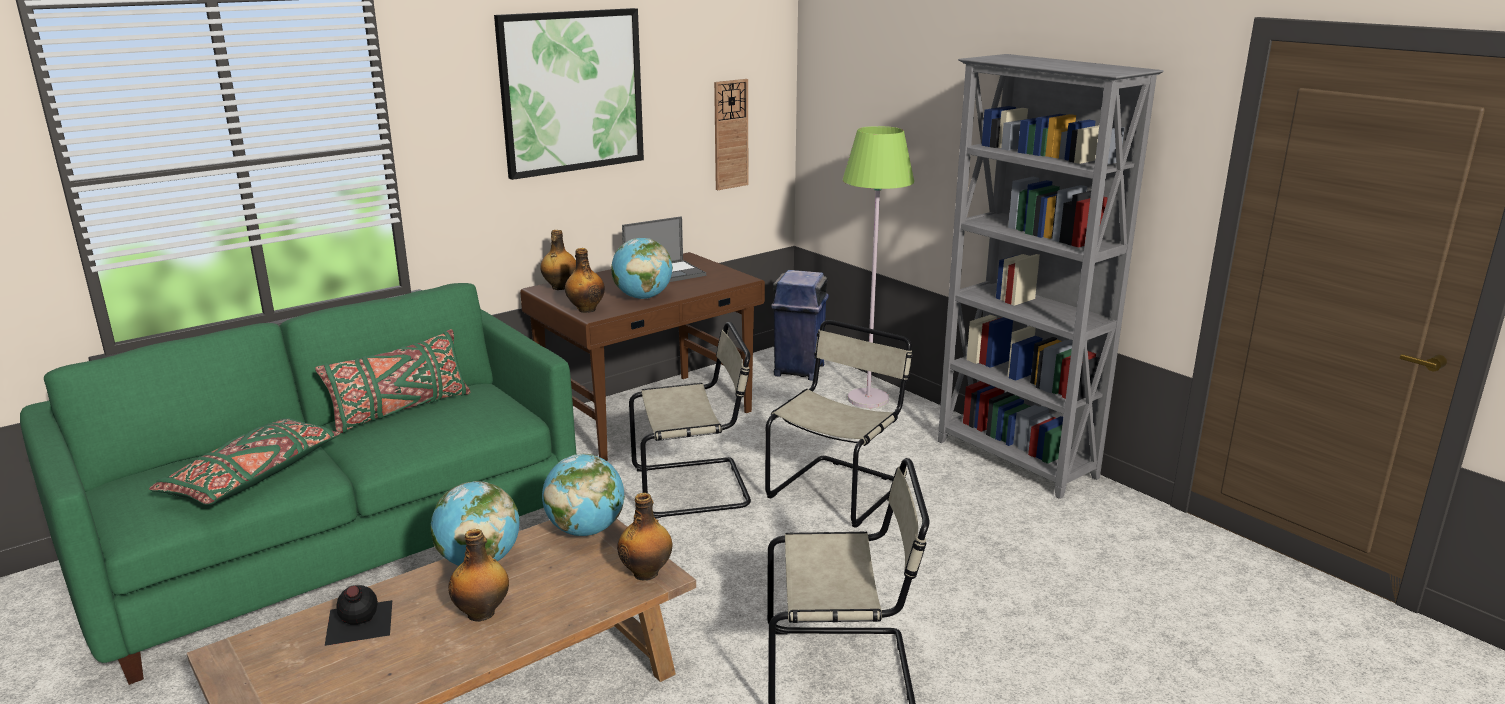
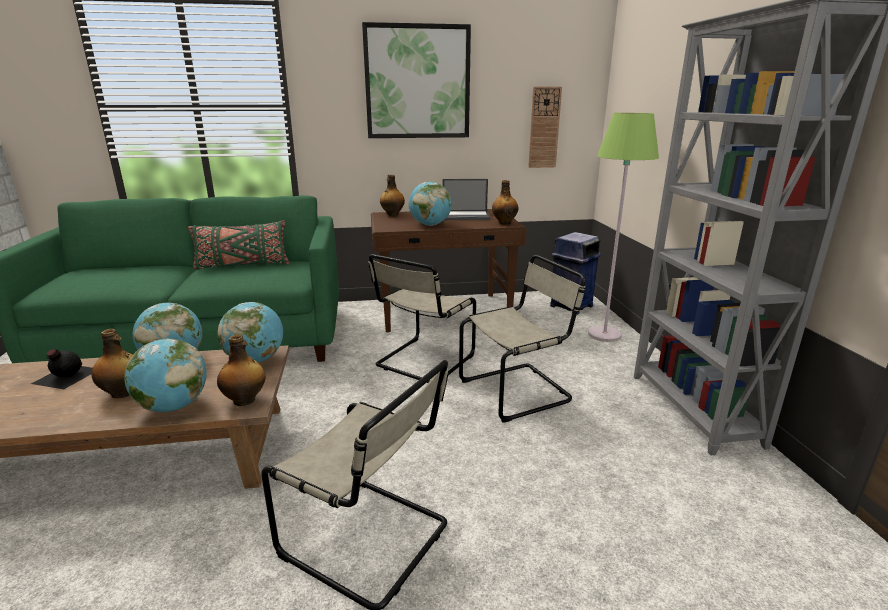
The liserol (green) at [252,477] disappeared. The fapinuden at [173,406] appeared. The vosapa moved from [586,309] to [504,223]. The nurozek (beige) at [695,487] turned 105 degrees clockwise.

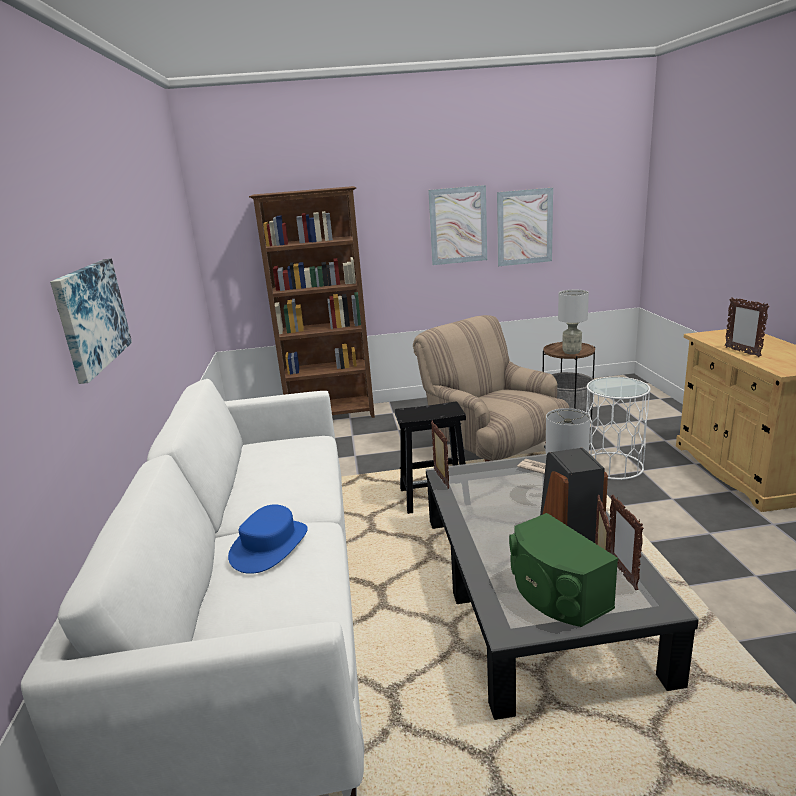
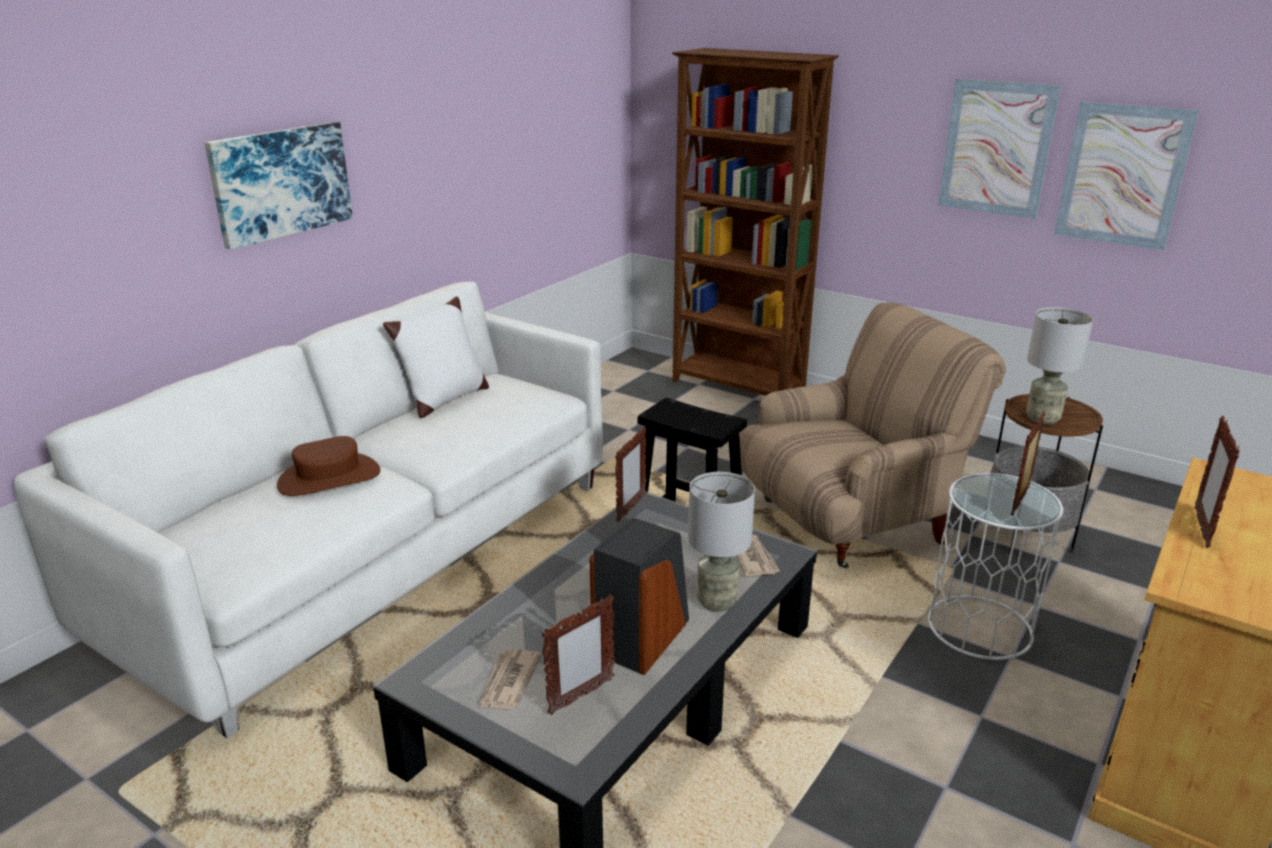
The liserol (white) at [443,400] appeared. The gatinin moved from [622,572] to [1020,501]. The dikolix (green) at [556,593] was replaced by the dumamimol at [508,682]. The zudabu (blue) at [270,546] became the zudabu (brown) at [329,478]. The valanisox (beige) at [492,451] turned 60 degrees clockwise.

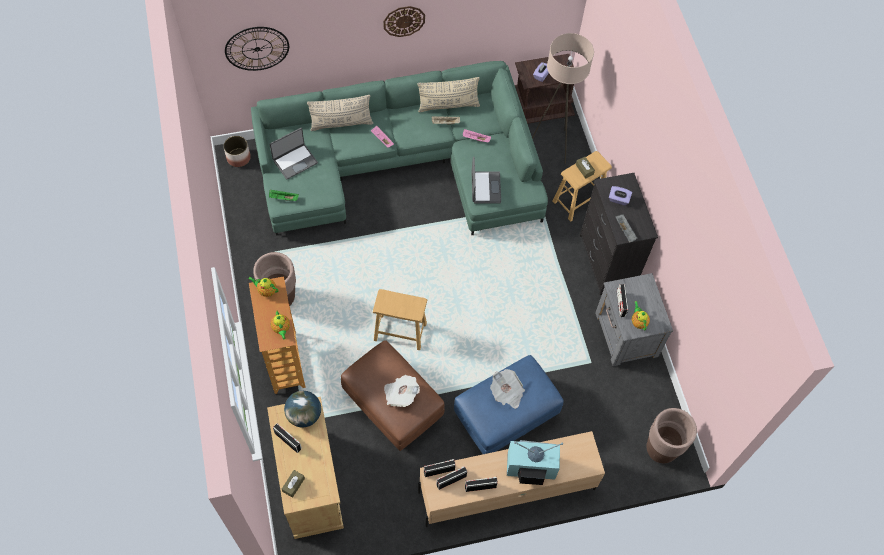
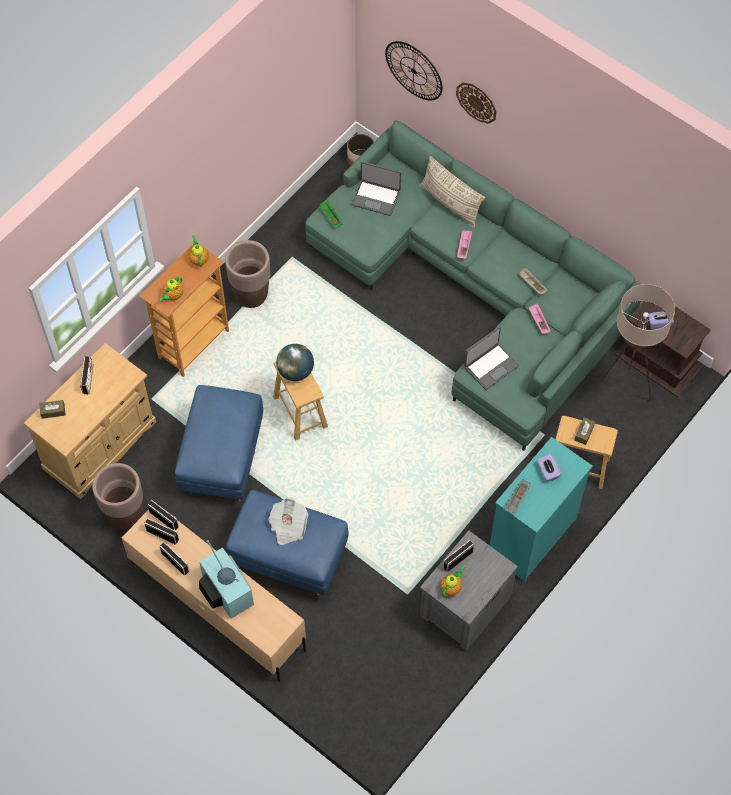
The dumamimol at [400,394] disappeared. The liserol (beige) at [448,105] disappeared. The fapinuden moved from [304,415] to [296,371]. The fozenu moved from [404,21] to [476,102]. The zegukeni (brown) moved from [661,449] to [125,515]. The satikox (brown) at [392,406] became the satikox (blue) at [222,457]. The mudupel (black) at [606,262] became the mudupel (turquoise) at [531,537].

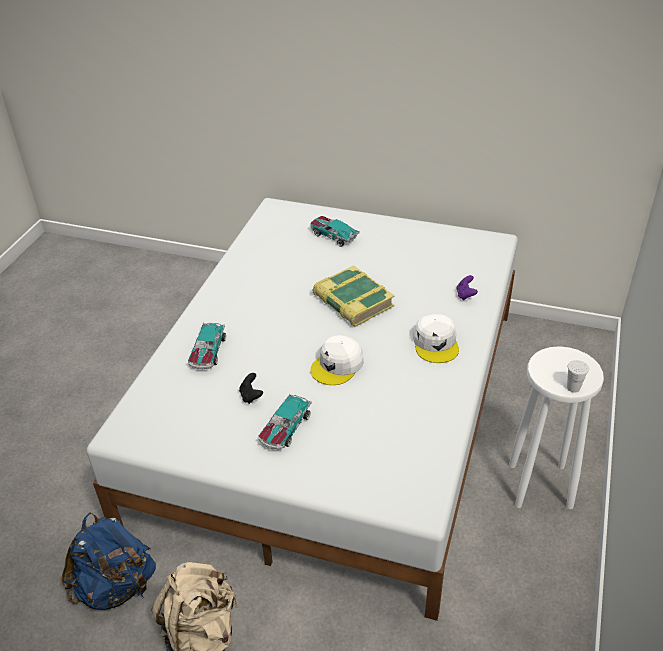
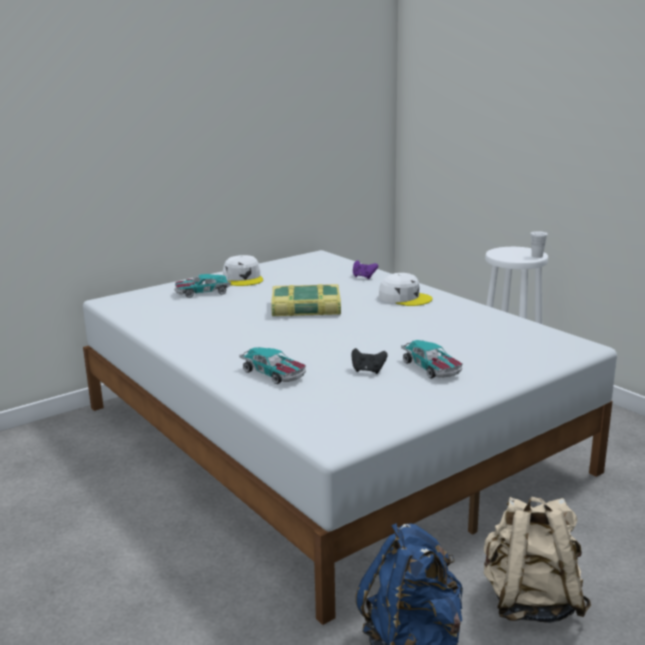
The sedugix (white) moved from [337,365] to [243,278].

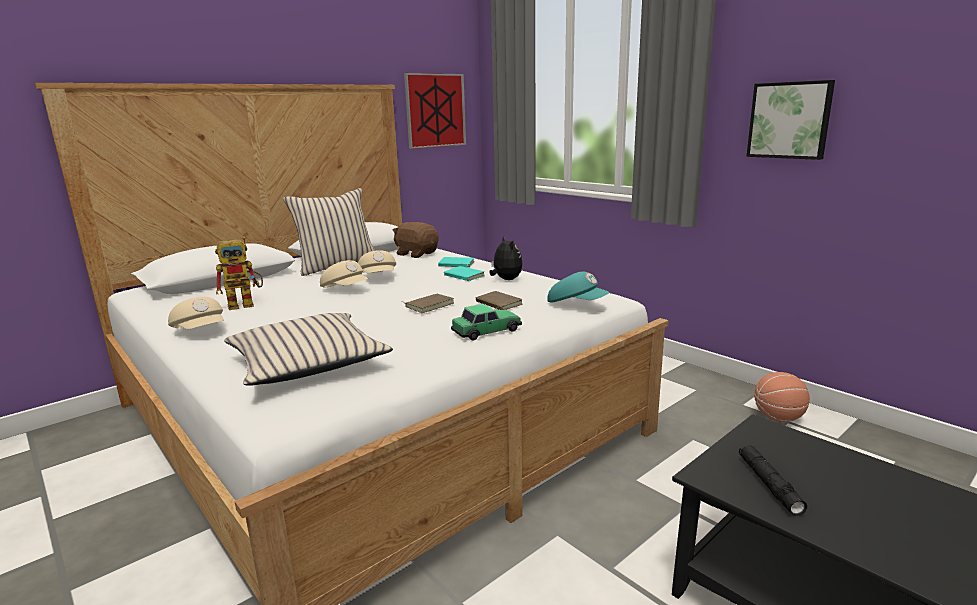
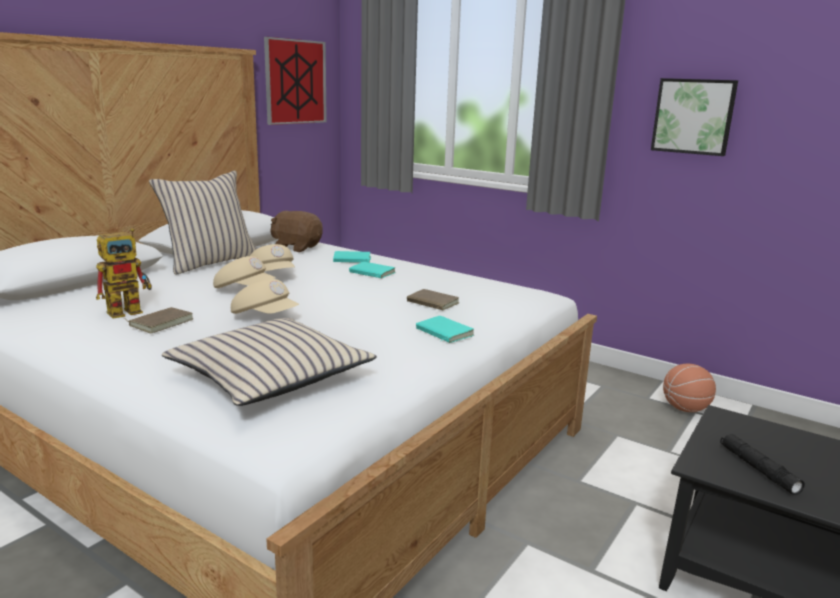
The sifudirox at [506,279] disappeared. The sedugix (turquoise) at [577,304] disappeared. The sedugix (beige) moved from [201,331] to [265,317]. The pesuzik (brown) moved from [429,305] to [160,322]. The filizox at [487,331] was replaced by the pesuzik (turquoise) at [443,333].

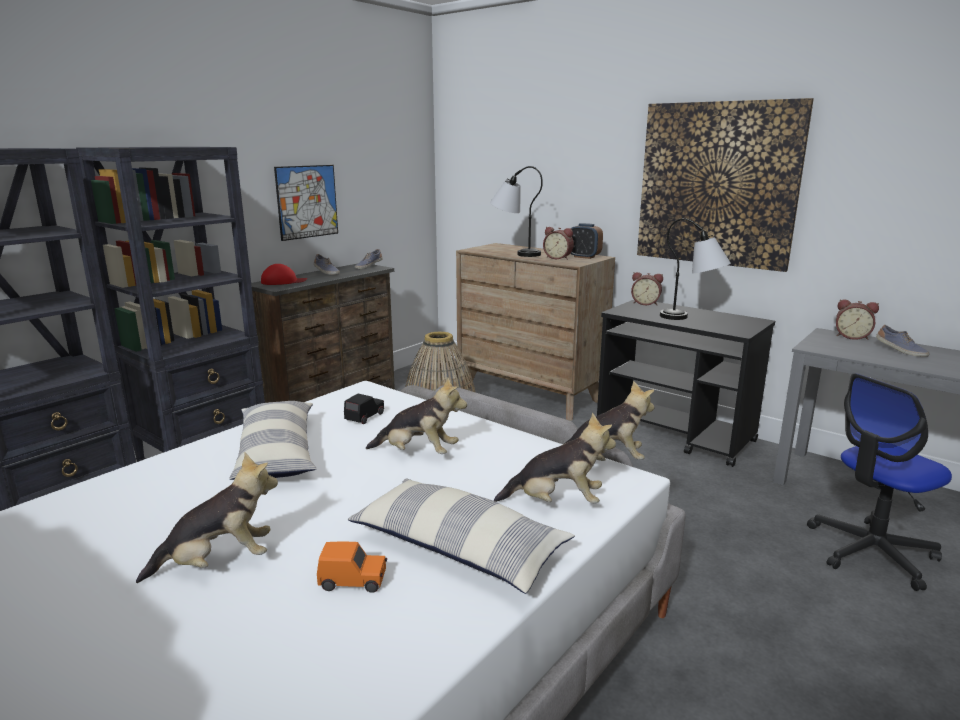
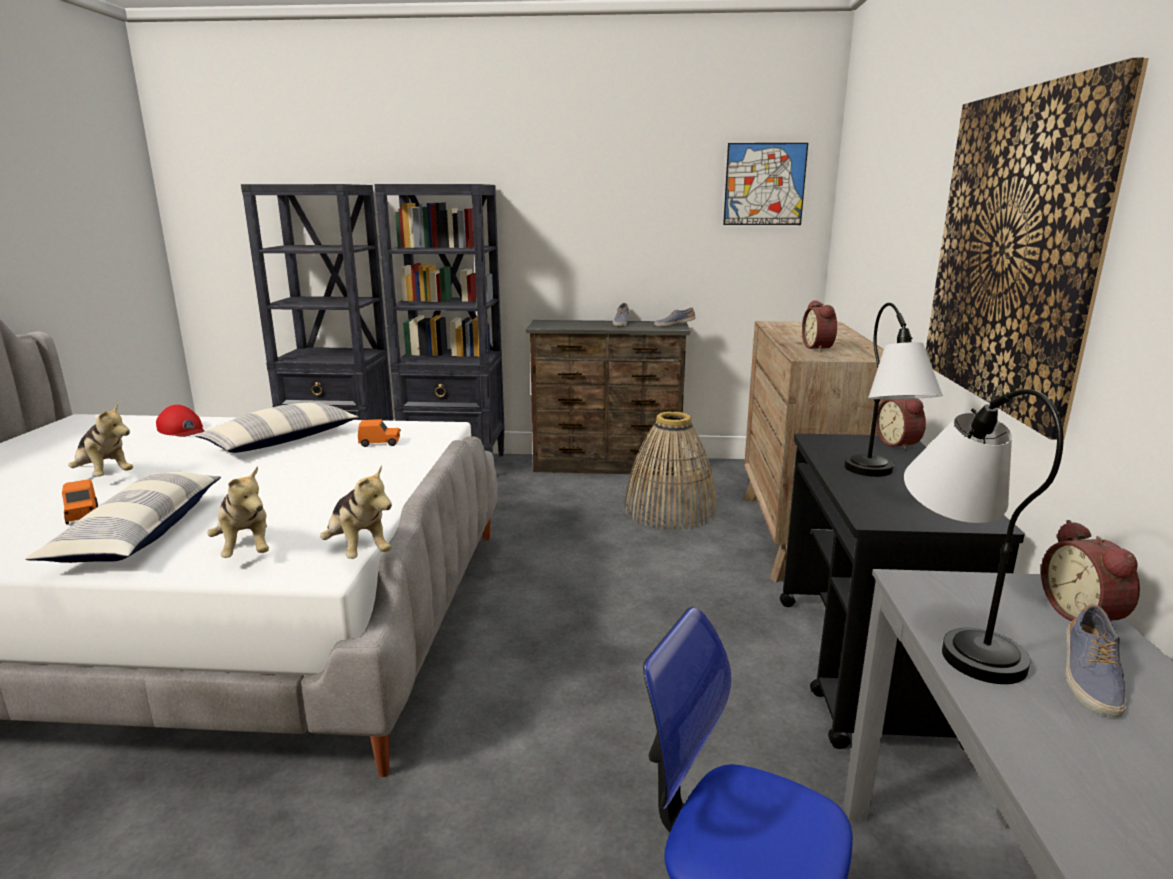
The sifudirox at [418,453] disappeared. The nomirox at [584,257] disappeared. The sedugix (red) moved from [283,281] to [182,429]. The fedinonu moved from [307,201] to [764,184]. The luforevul moved from [514,253] to [953,629]. The filizox (black) at [365,417] became the filizox (orange) at [380,443].

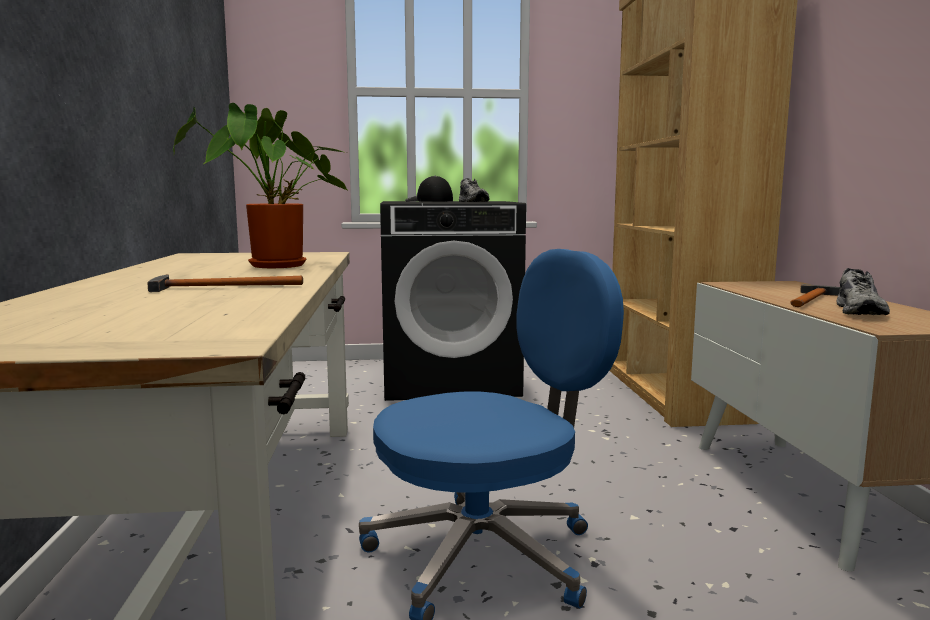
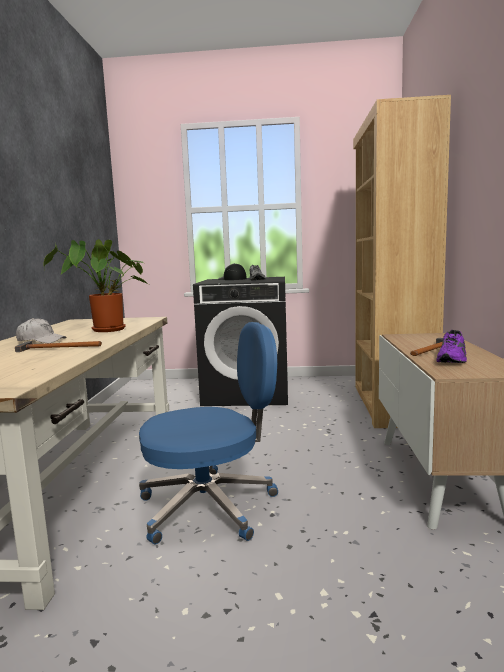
The sedugix (white) at [41,341] appeared. The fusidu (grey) at [862,311] became the fusidu (purple) at [453,359].

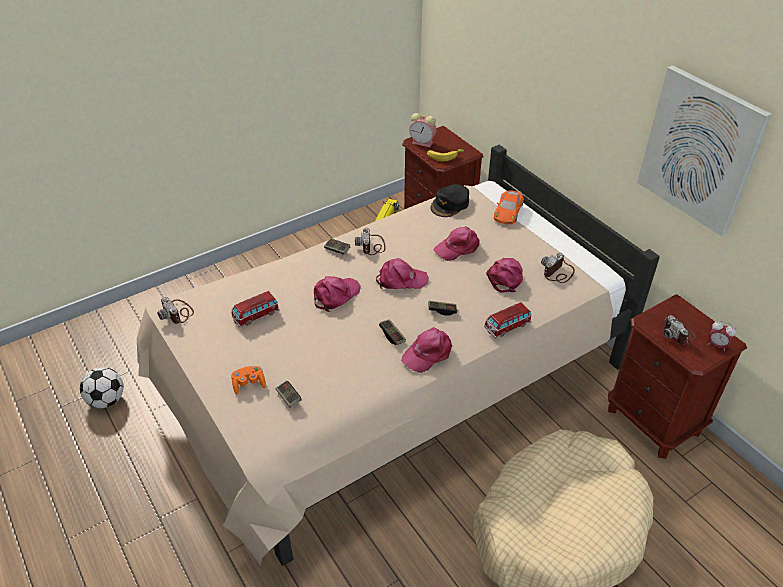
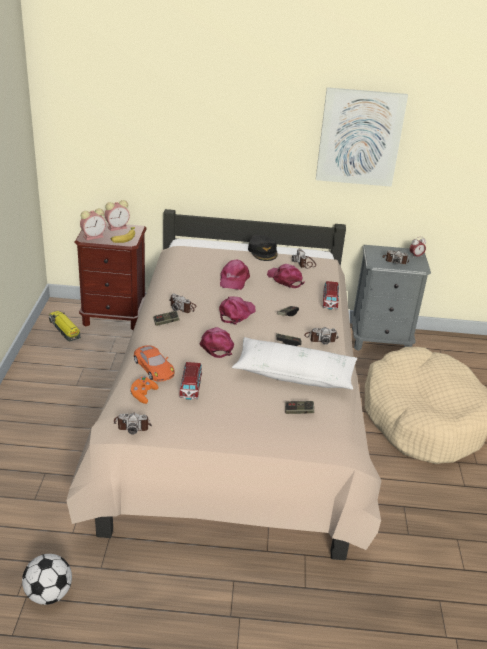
The nomirox at [118,227] appeared. The liserol (white) at [294,374] appeared. The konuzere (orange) moved from [249,384] to [143,395]. The sedugix (black) moved from [450,204] to [263,251]. The filizox (orange) moved from [508,211] to [153,367]. The sedugix (pink) at [428,353] was replaced by the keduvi at [320,338]. The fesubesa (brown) at [653,421] became the fesubesa (grey) at [380,340].

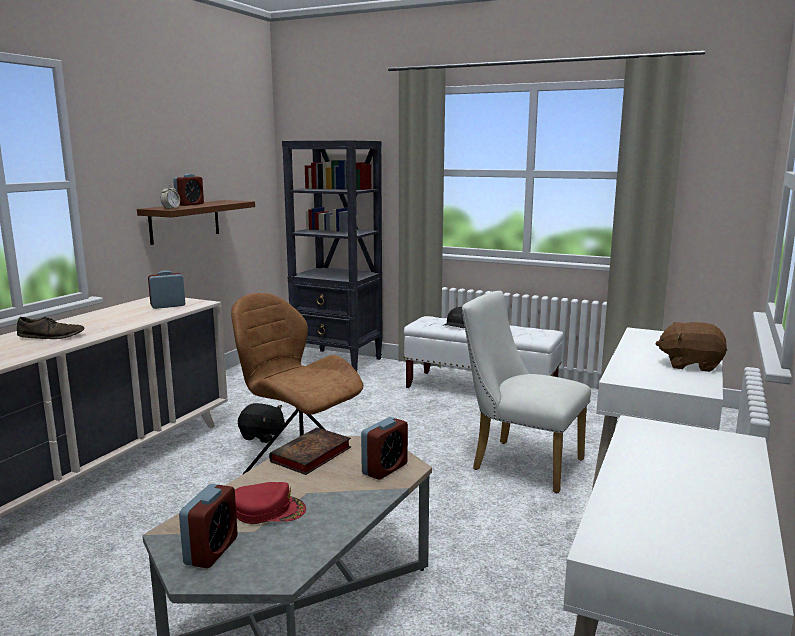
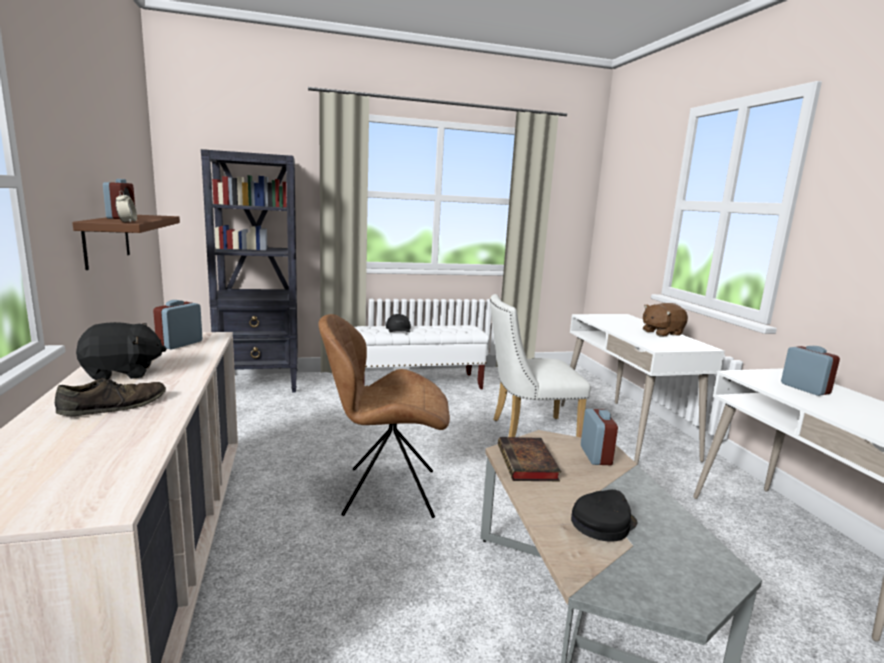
The nomirox moved from [211,551] to [805,389]. The sifudirox (black) moved from [262,436] to [122,373]. The sedugix (red) at [268,510] became the sedugix (black) at [602,522].

